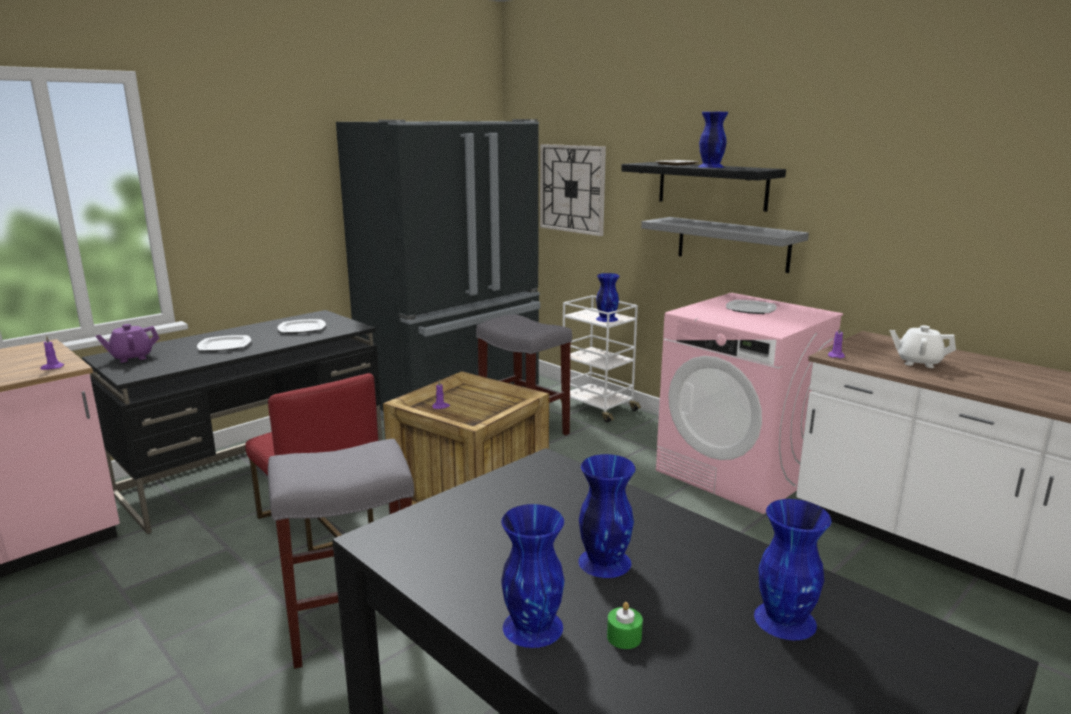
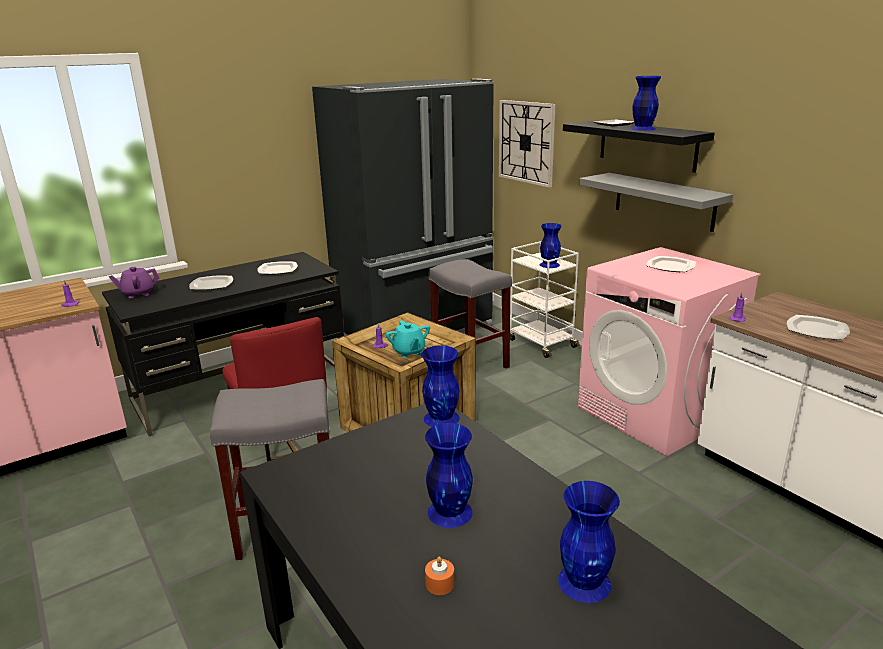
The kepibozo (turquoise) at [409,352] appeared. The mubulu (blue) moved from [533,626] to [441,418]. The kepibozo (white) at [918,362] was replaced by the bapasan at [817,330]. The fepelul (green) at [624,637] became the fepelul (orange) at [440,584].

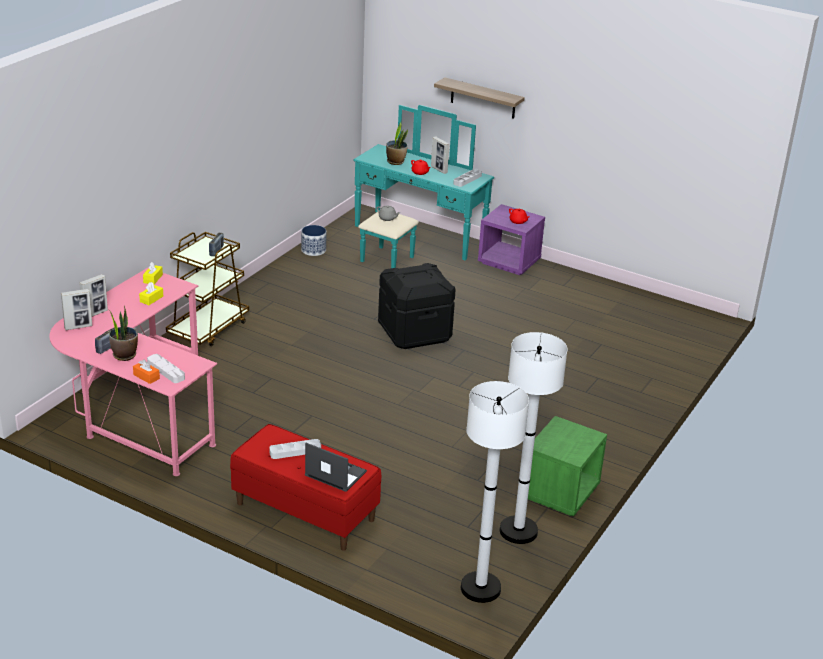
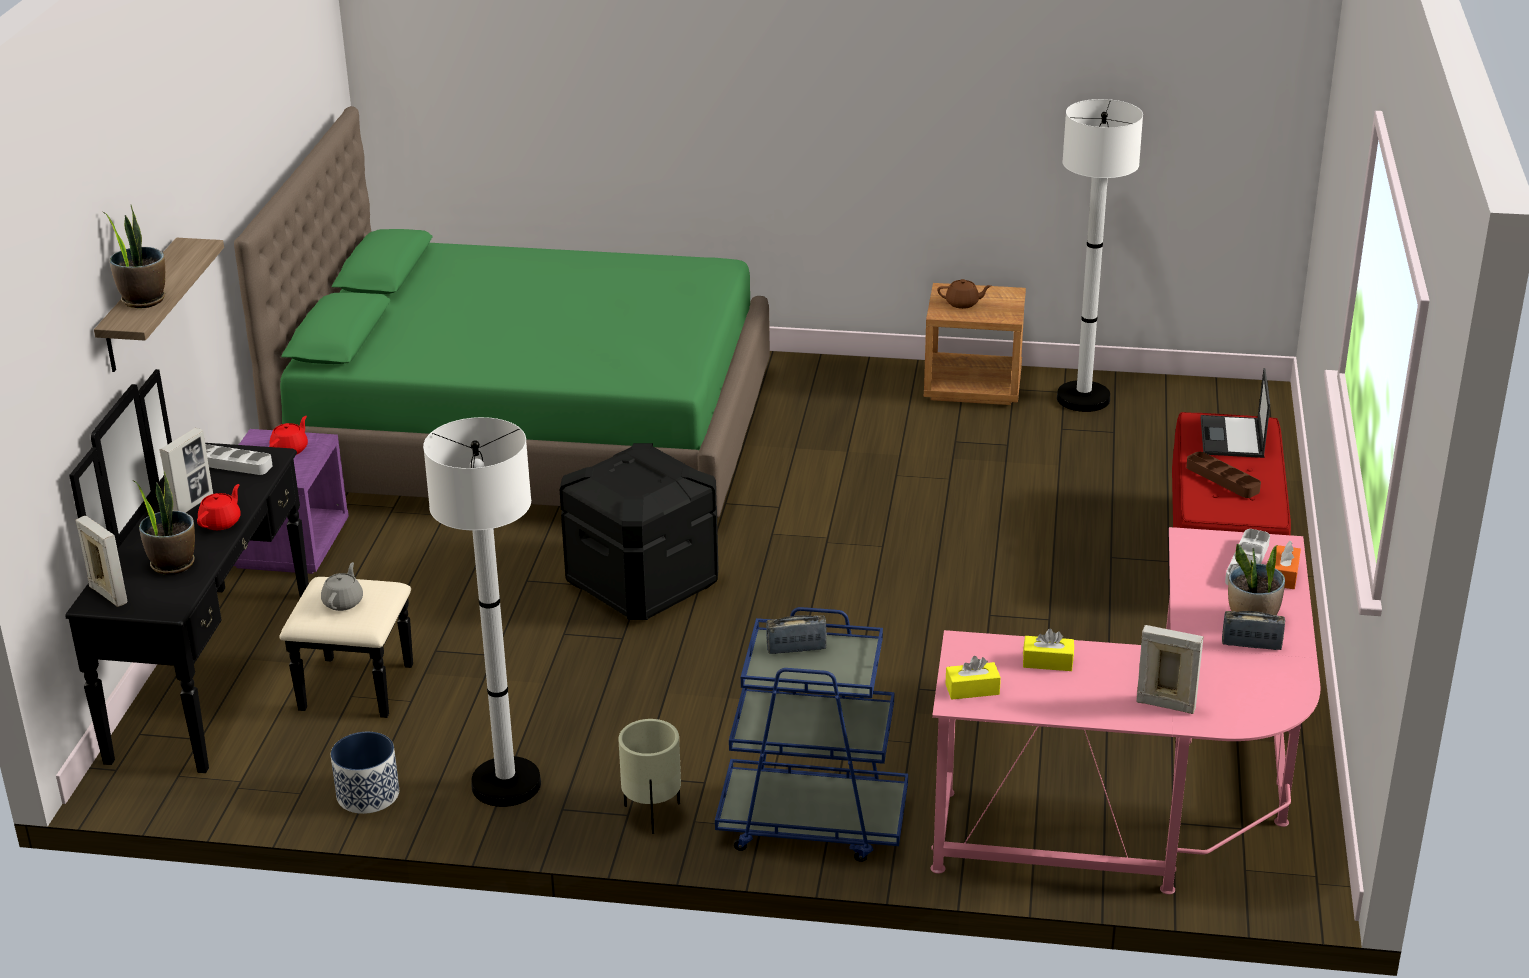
The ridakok at [143,300] appeared. The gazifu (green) at [531,436] appeared. The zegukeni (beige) at [653,815] appeared. The kepibozo (brown) at [963,304] appeared. The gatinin moved from [78,327] to [108,595]. The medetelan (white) moved from [480,588] to [506,784]. The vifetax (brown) at [208,328] became the vifetax (blue) at [811,822]. The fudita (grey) at [295,451] became the fudita (brown) at [1222,479]. The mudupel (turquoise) at [412,240] became the mudupel (black) at [246,676]. The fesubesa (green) at [560,493] became the fesubesa (brown) at [973,386].

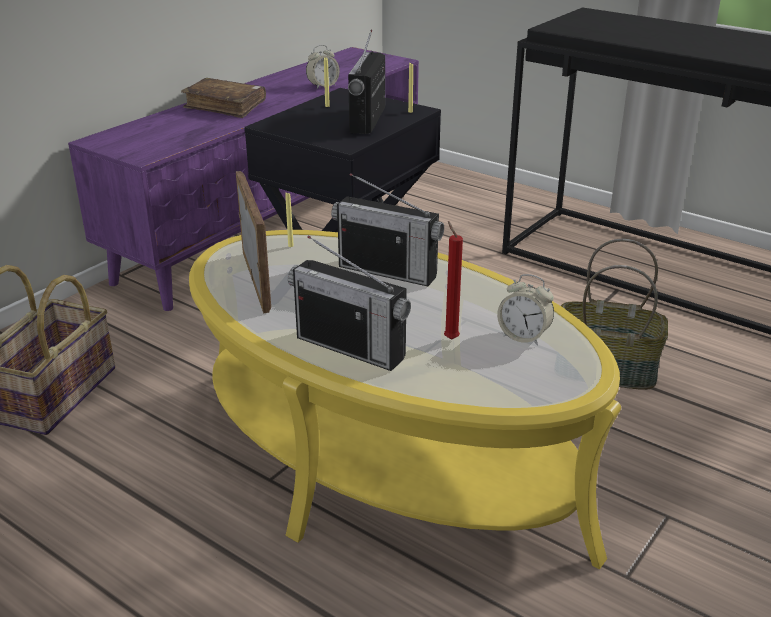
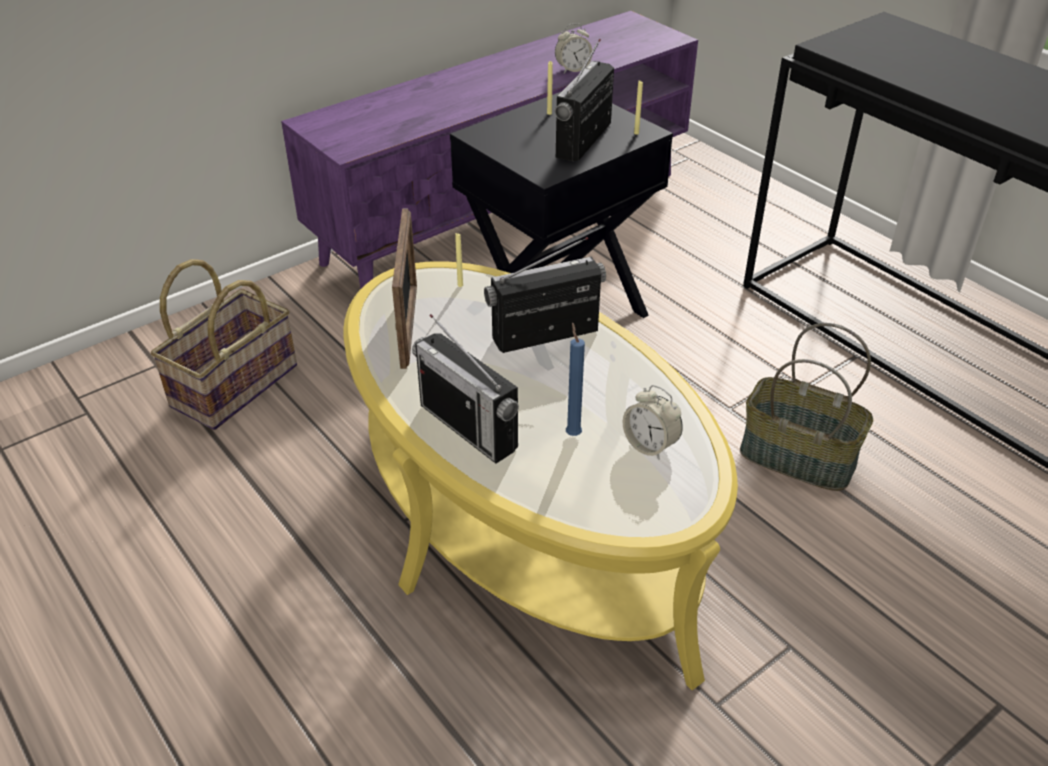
The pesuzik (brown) at [225,106] disappeared. The fepelul (red) at [450,338] became the fepelul (blue) at [572,433]. The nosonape at [388,271] turned 120 degrees clockwise.

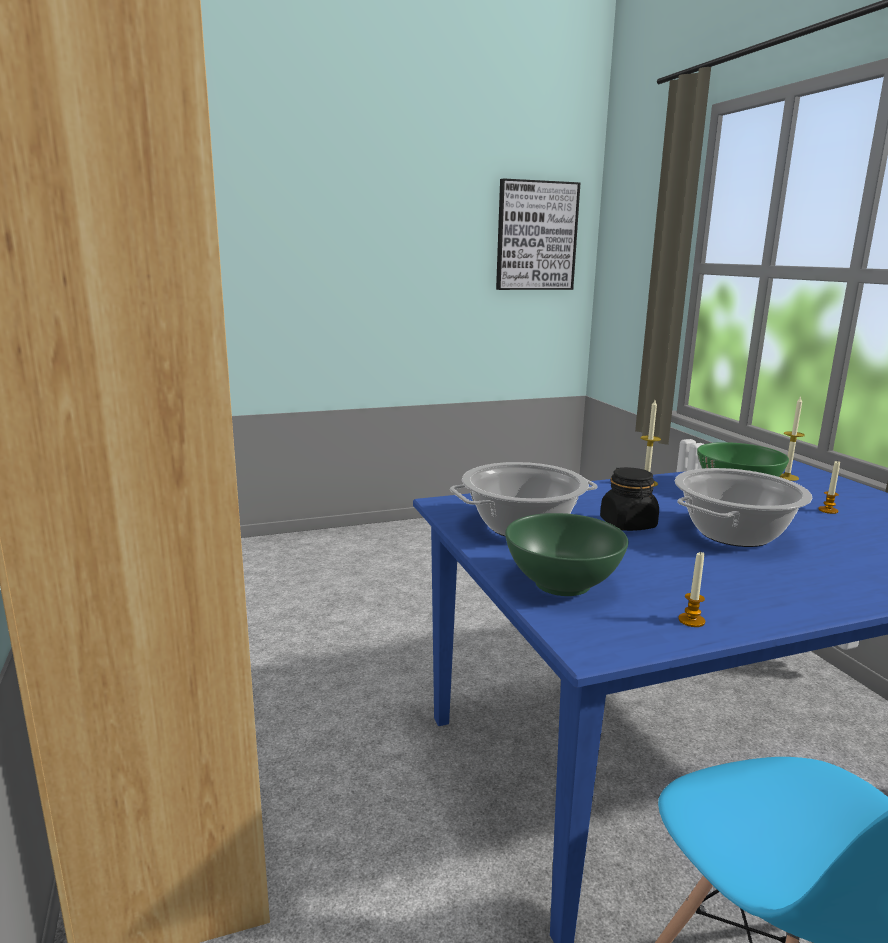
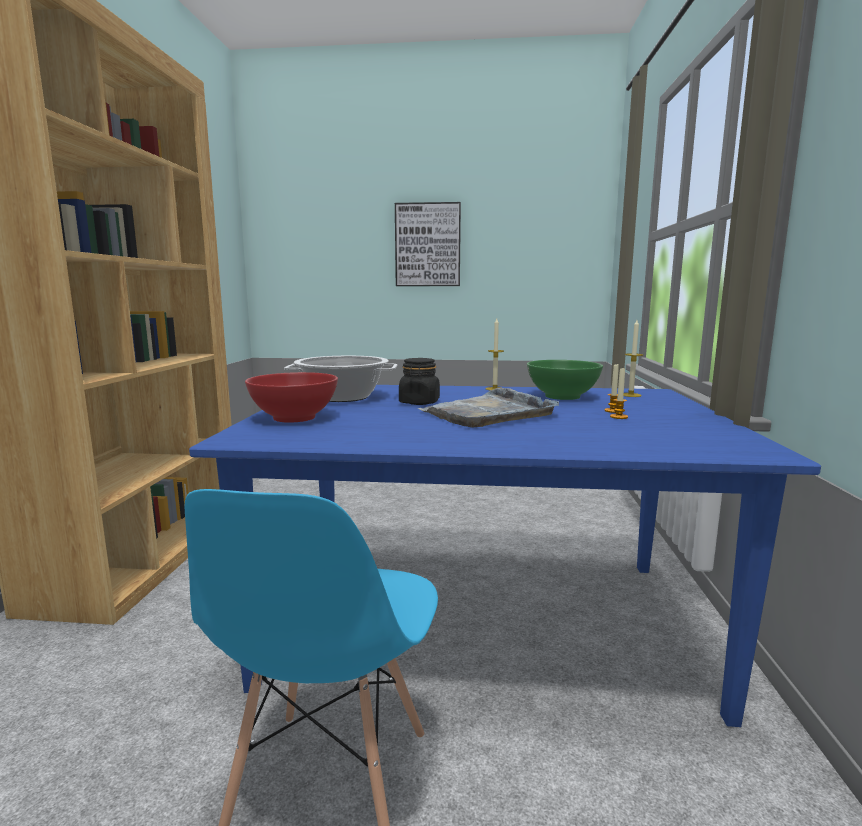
The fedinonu moved from [536,236] to [428,245]. The fepelul moved from [691,621] to [618,417]. The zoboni at [734,534] was replaced by the fudita (grey) at [488,413]. The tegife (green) at [563,584] became the tegife (red) at [294,418].

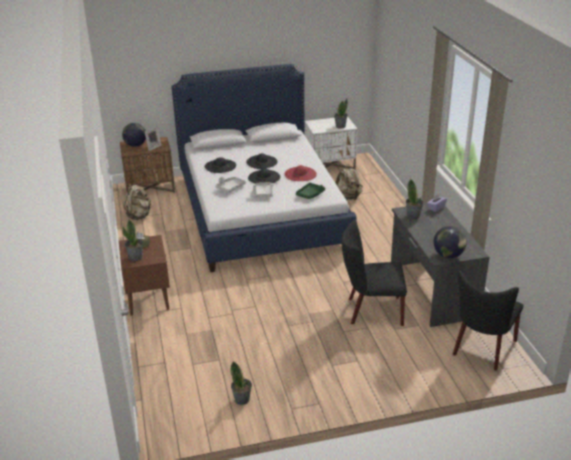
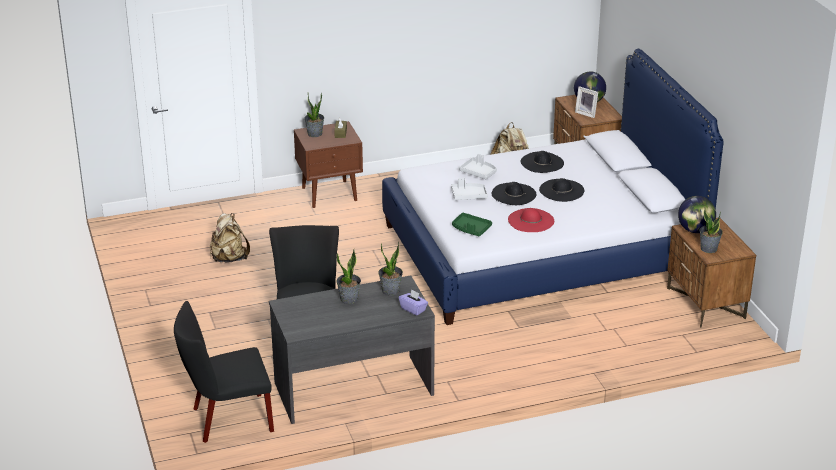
The ridakok moved from [242,399] to [349,299]. The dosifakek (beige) moved from [347,197] to [229,258]. The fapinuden moved from [448,255] to [695,230]. The fesubesa (white) at [330,165] became the fesubesa (brown) at [706,303]. The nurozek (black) at [482,349] turned 45 degrees counterclockwise.

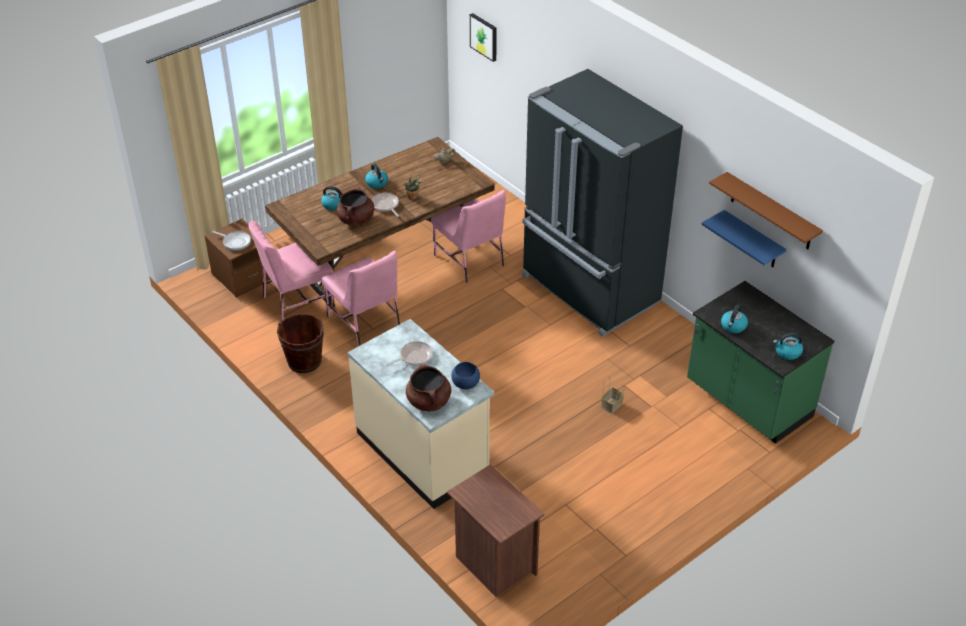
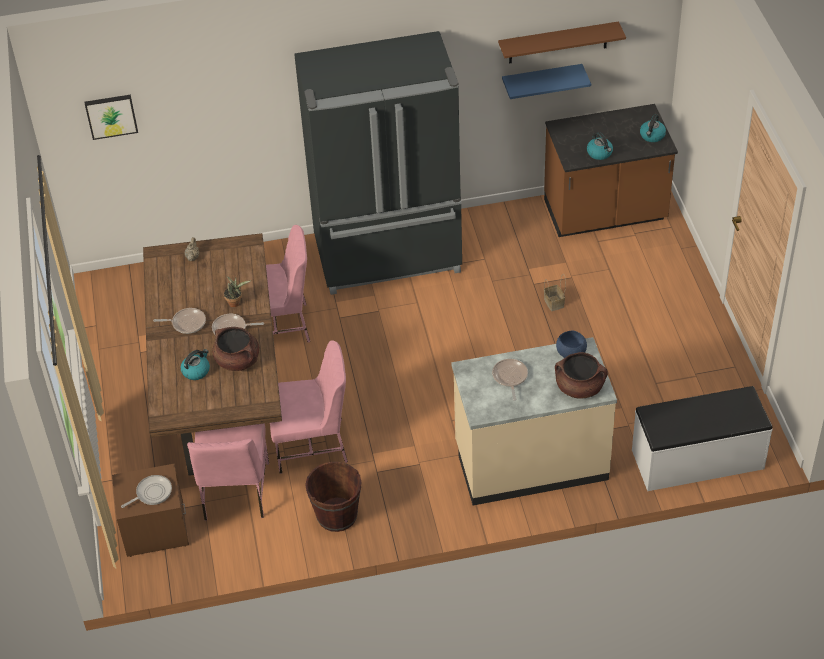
The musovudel at [377,183] was replaced by the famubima at [186,323]. The fesubesa (brown) at [493,564] was replaced by the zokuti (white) at [698,460]. The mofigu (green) at [747,402] became the mofigu (brown) at [605,214].

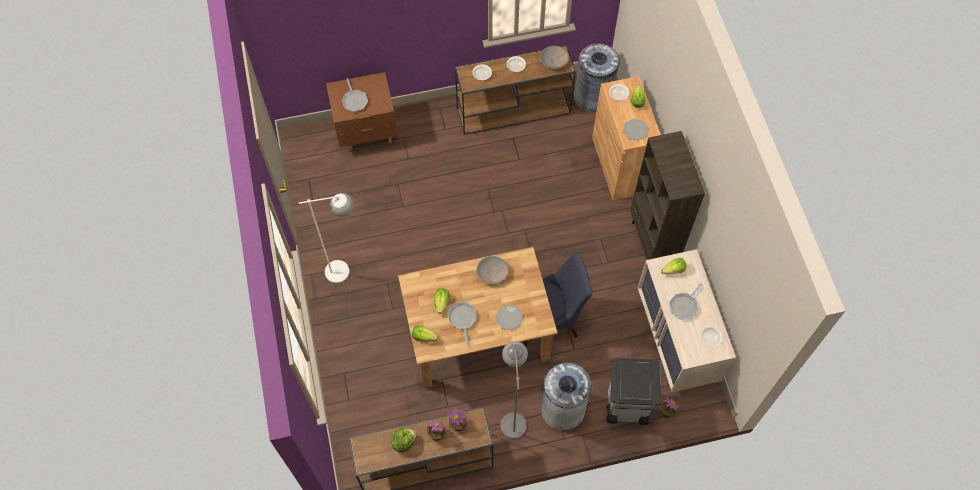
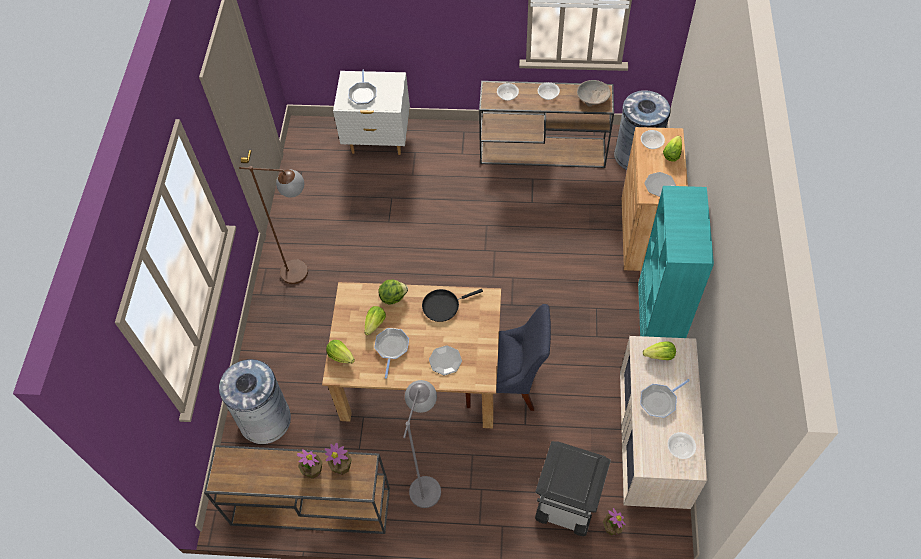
The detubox moved from [403,442] to [393,297]. The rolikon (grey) moved from [563,408] to [265,419]. The tegife (beige) at [492,273] was replaced by the famubima (black) at [443,306]. The medetelan (white) at [346,270] became the medetelan (brown) at [304,273]. The fesubesa (brown) at [367,134] became the fesubesa (white) at [378,141]. The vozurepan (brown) at [653,243] became the vozurepan (turquoise) at [656,328].

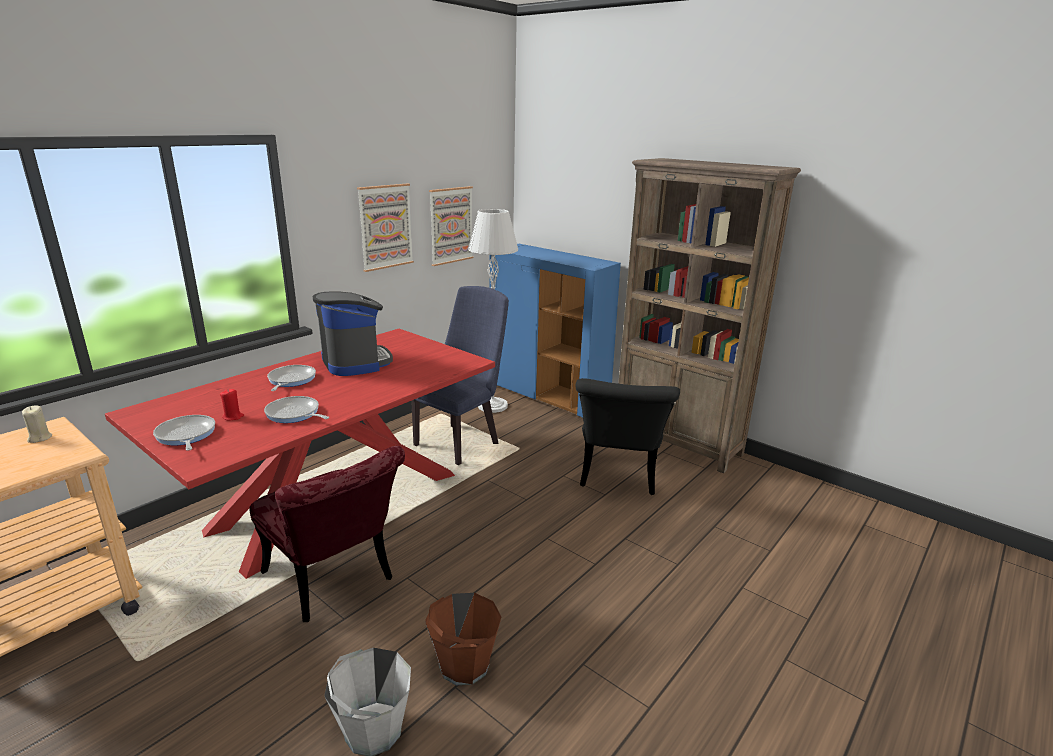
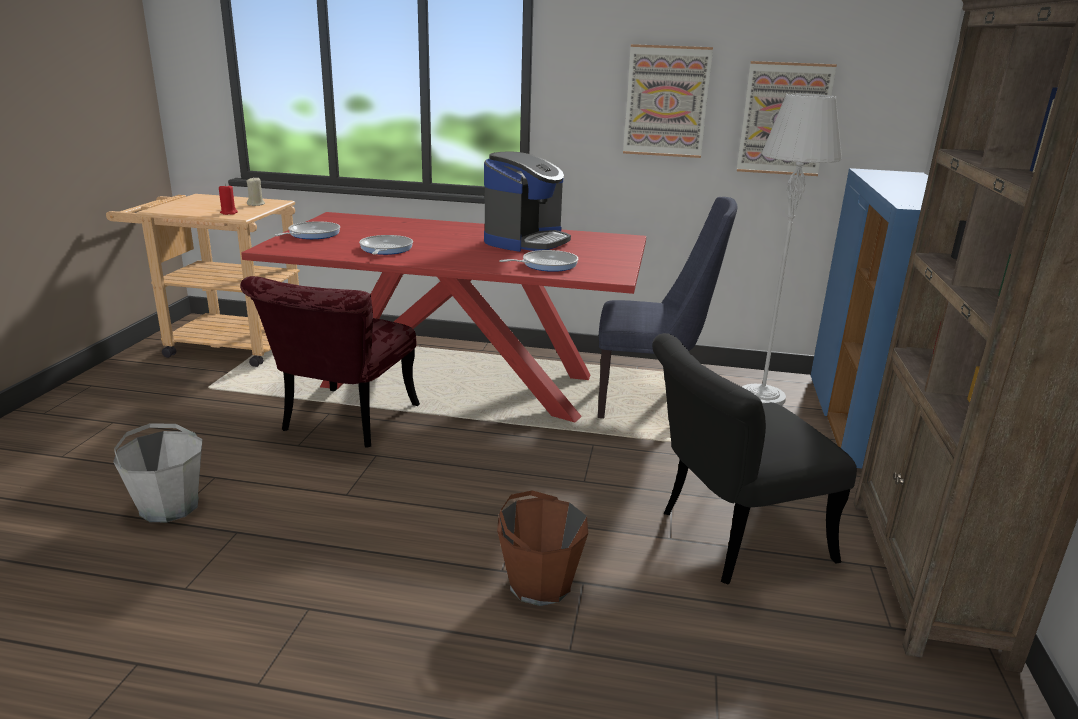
The fepelul (red) moved from [233,417] to [229,213]. The famubima moved from [290,380] to [546,265]. The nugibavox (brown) moved from [463,664] to [539,584].

